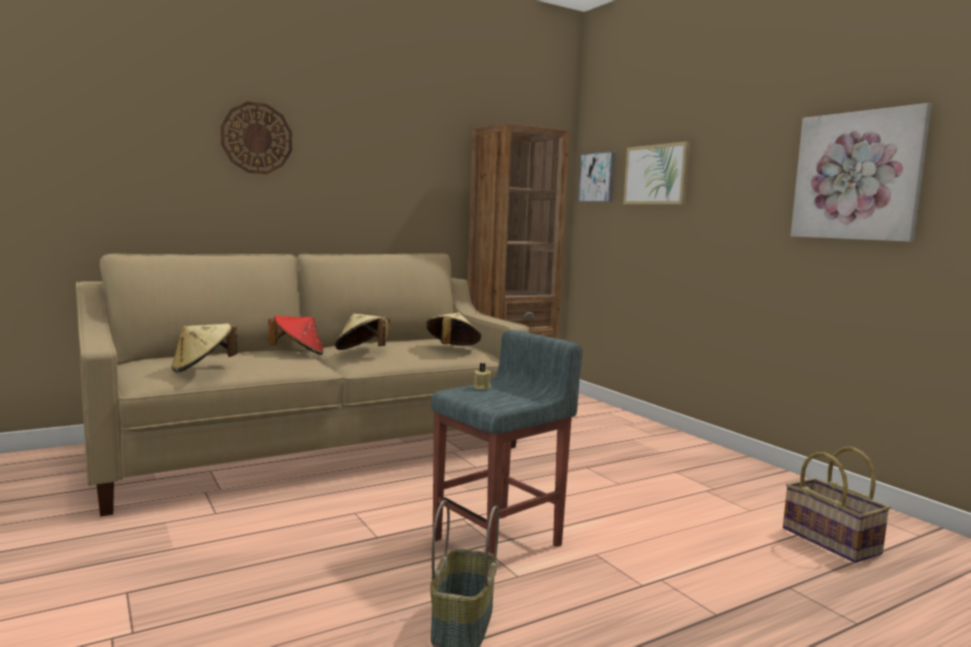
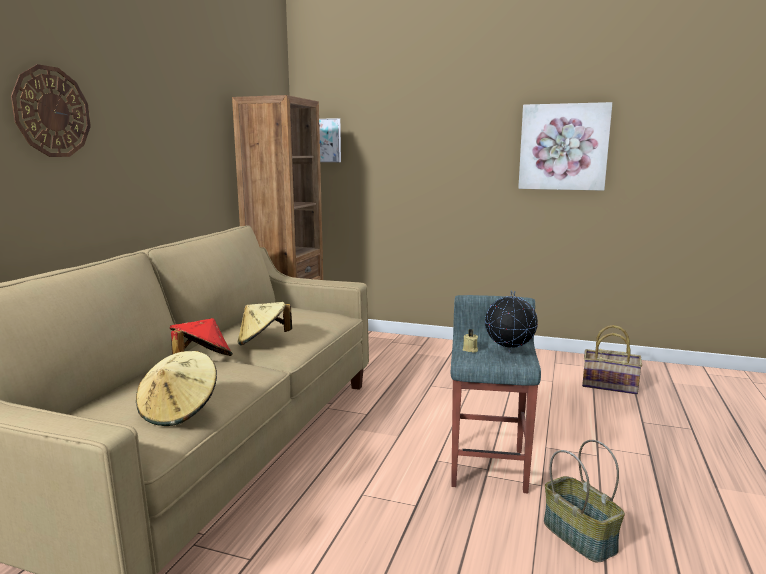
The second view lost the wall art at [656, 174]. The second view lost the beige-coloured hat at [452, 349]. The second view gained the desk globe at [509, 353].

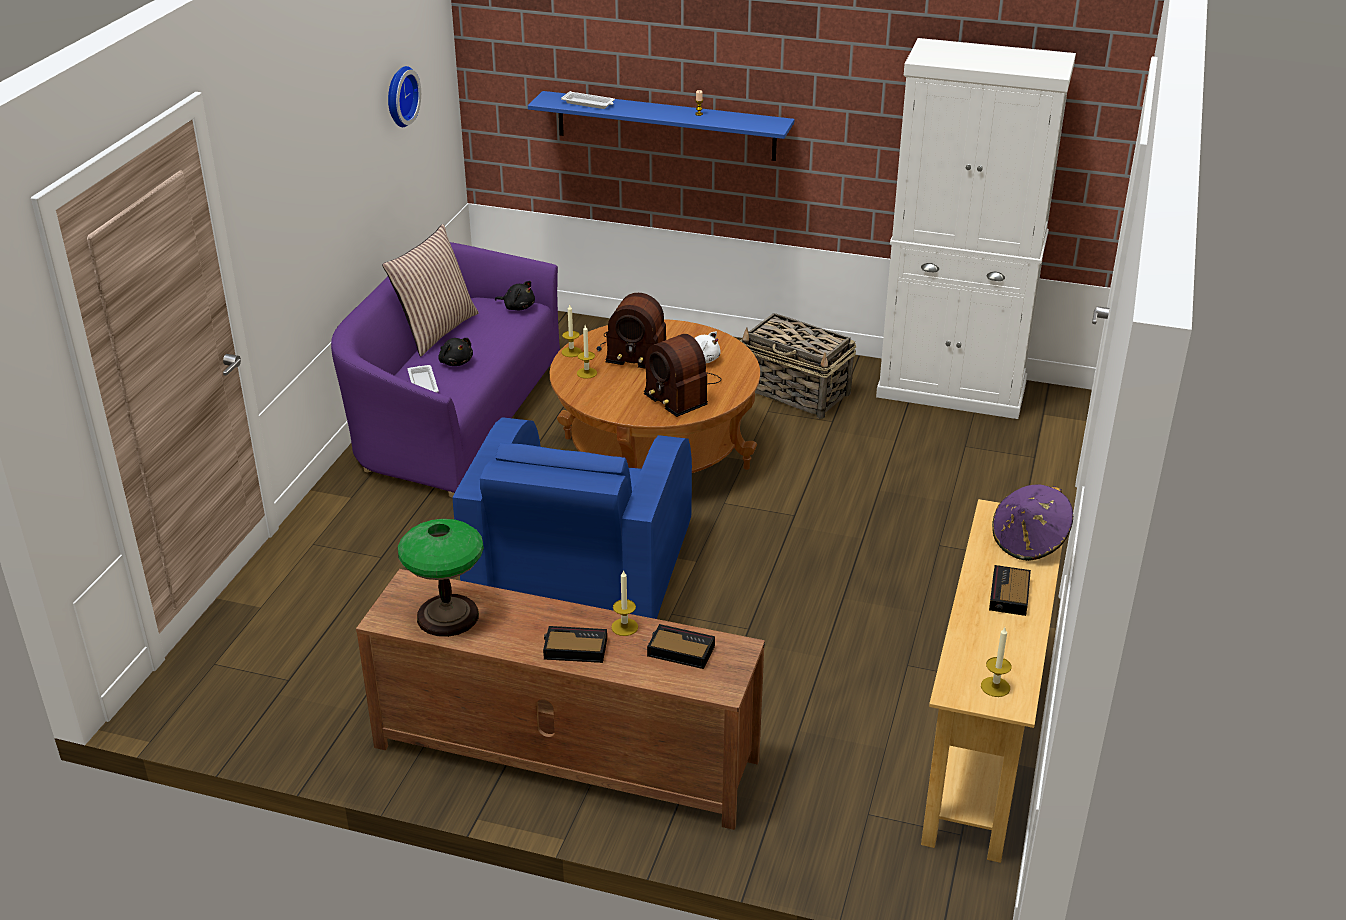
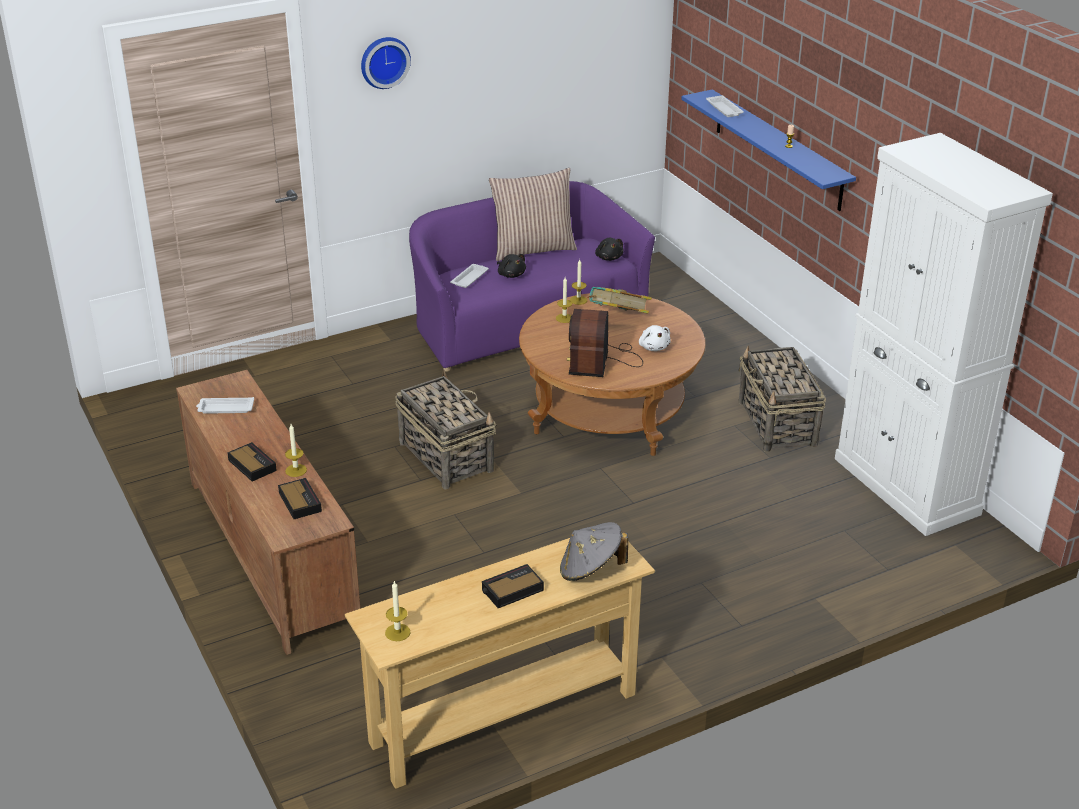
The hanging clock ended up elsewhere, having gone from [399, 96] to [384, 61]. Where the radio receiver stood at [631, 351], the book came to stand at [618, 318]. The black plush toy at [455, 362] ended up facing another way, 45 degrees counterclockwise from before. Where the blue lounge chair stood at [580, 570], the basket came to stand at [445, 456]. What was the purple hat at [1029, 542] turned into the grey hat at [590, 570]. Where the tabletop lamp stood at [448, 616], the white-coloured serving tray came to stand at [225, 408].

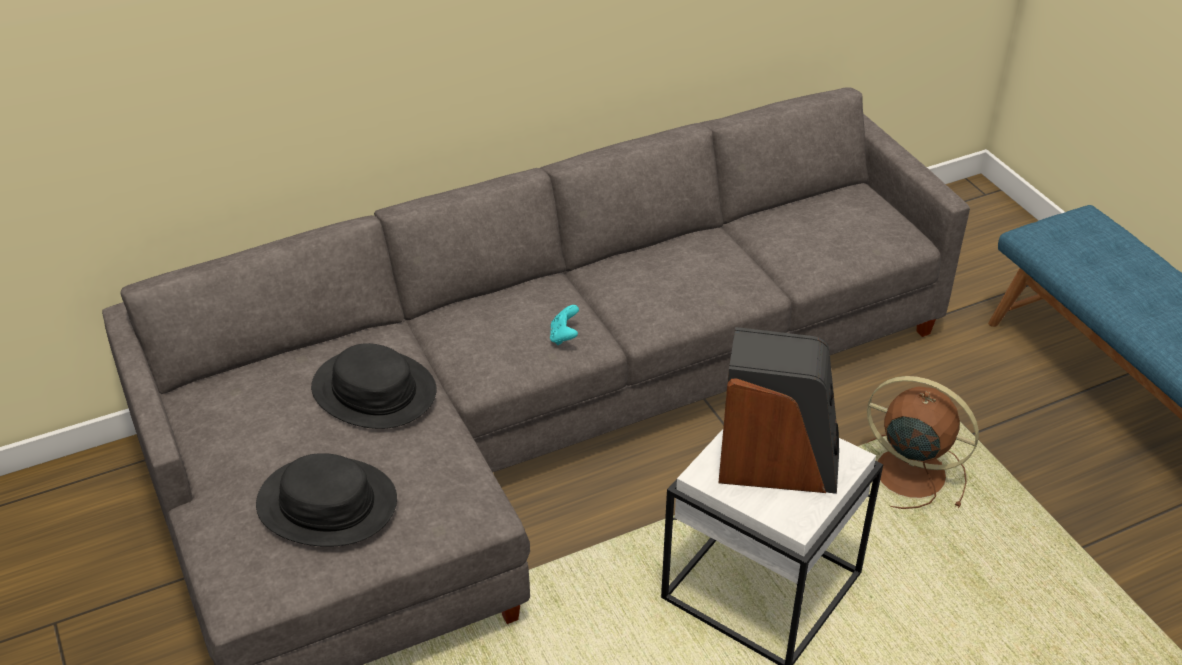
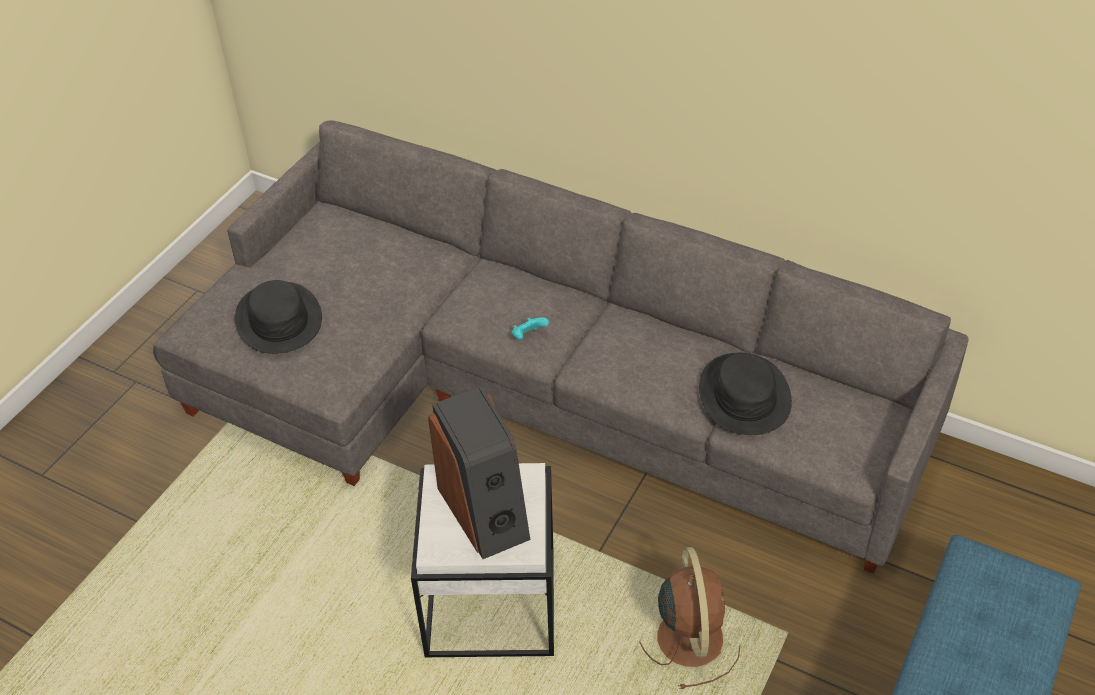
The black hat ended up elsewhere, having gone from [374, 391] to [744, 395].

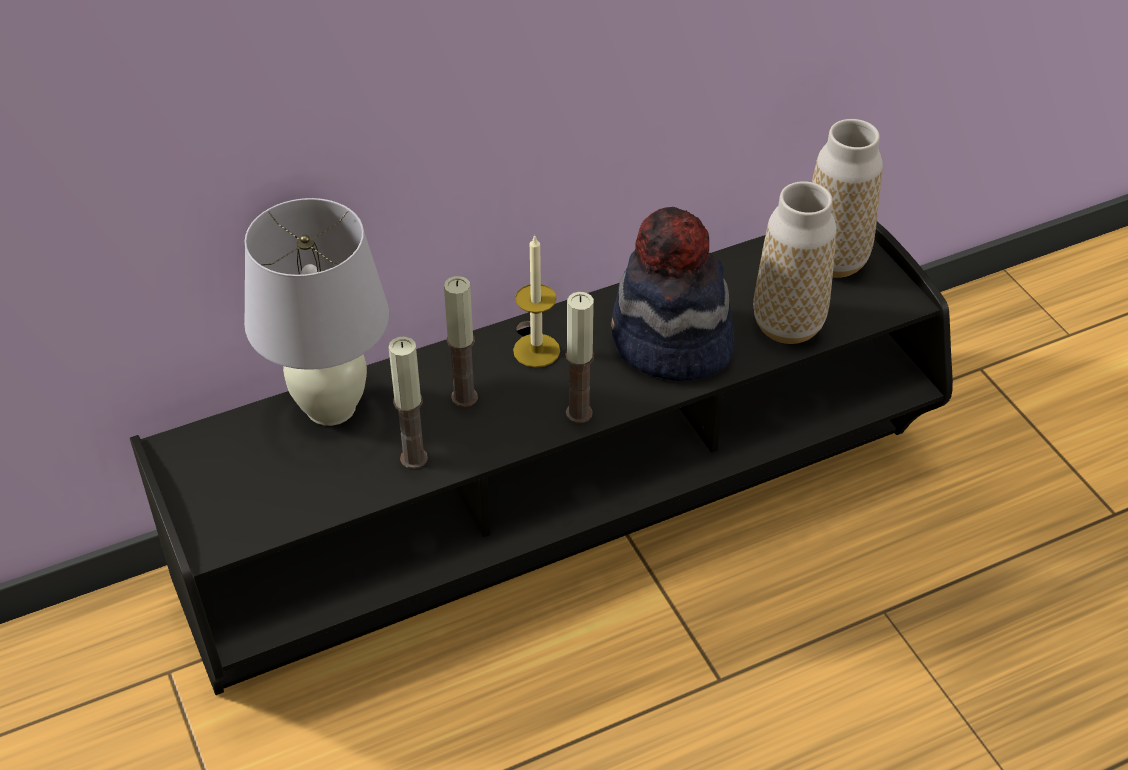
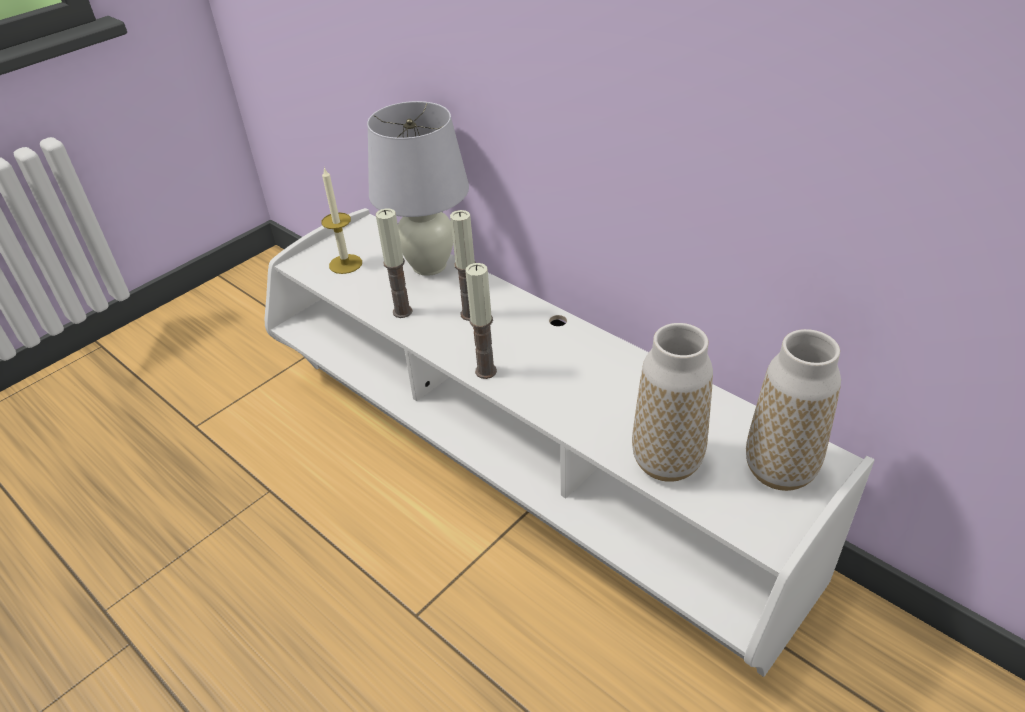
The second view lost the hat at [670, 343]. What was the black tv unit at [565, 521] turned into the white-coloured tv unit at [521, 471]. The wax light ended up elsewhere, having gone from [536, 350] to [345, 264].

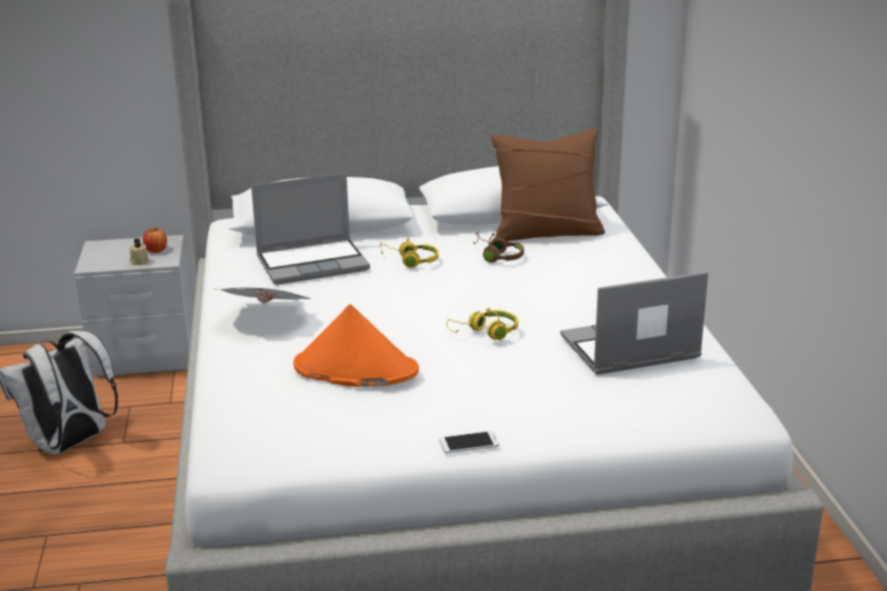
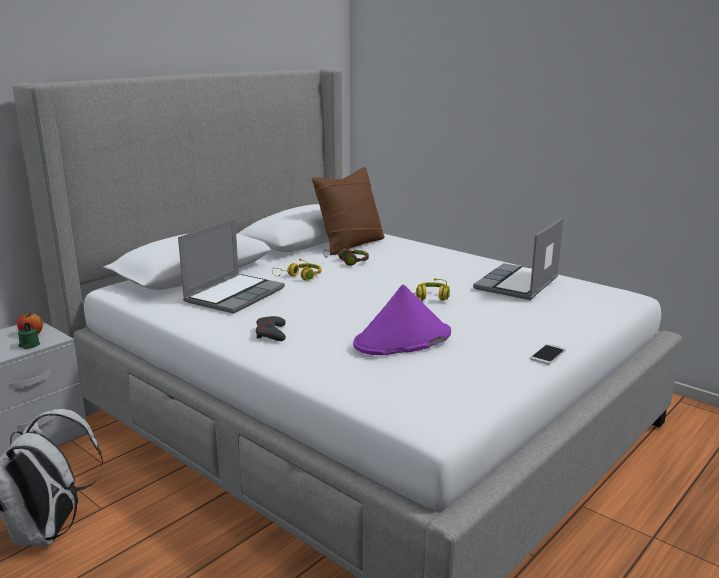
What was the beige-coloured wax light at [139, 262] turned into the green-coloured wax light at [29, 345]. Where the printed paper stood at [268, 318], the grey joypad came to stand at [271, 333]. What was the orange-coloured hat at [355, 369] turned into the purple hat at [402, 340].

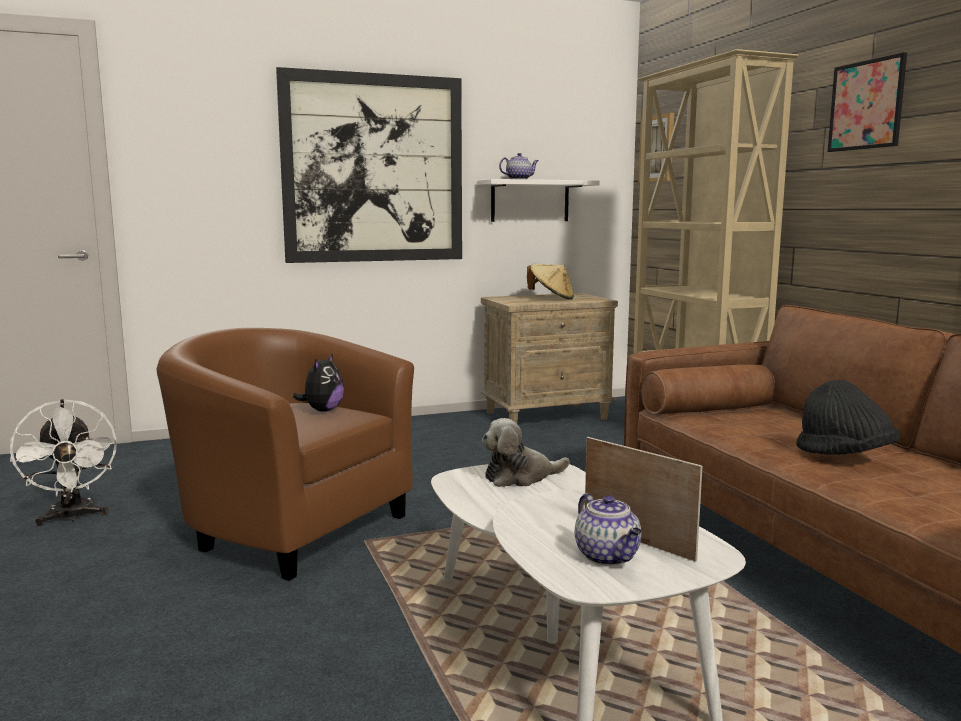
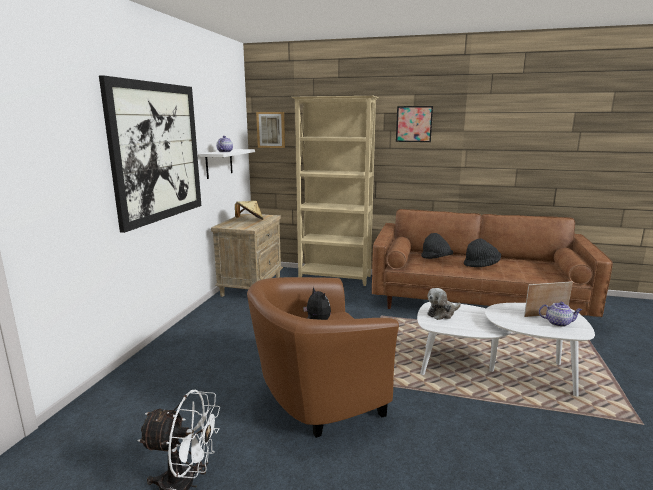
The plush toy at [520, 477] ended up facing another way, 45 degrees clockwise from before. The second view gained the black hat at [436, 259].

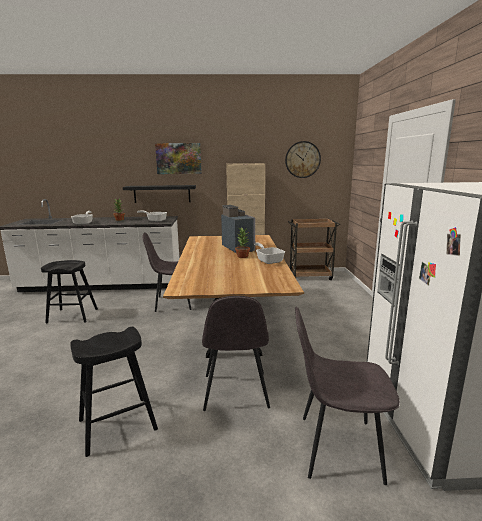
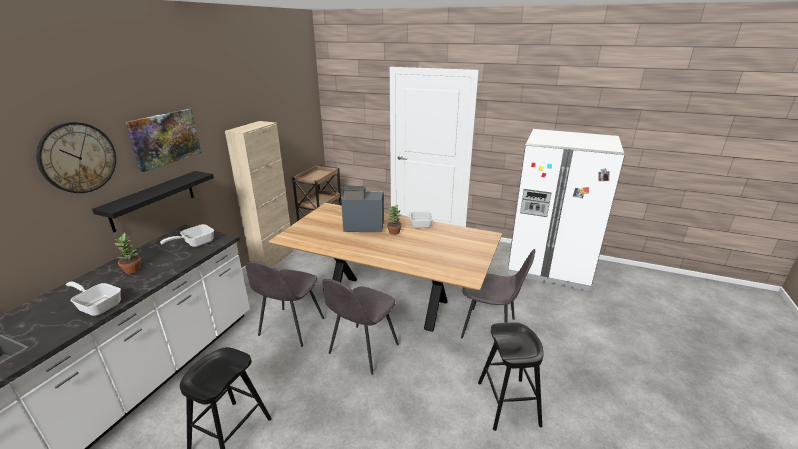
The hanging clock ended up elsewhere, having gone from [302, 159] to [78, 158]. The grey upright chair ended up elsewhere, having gone from [336, 447] to [362, 350].

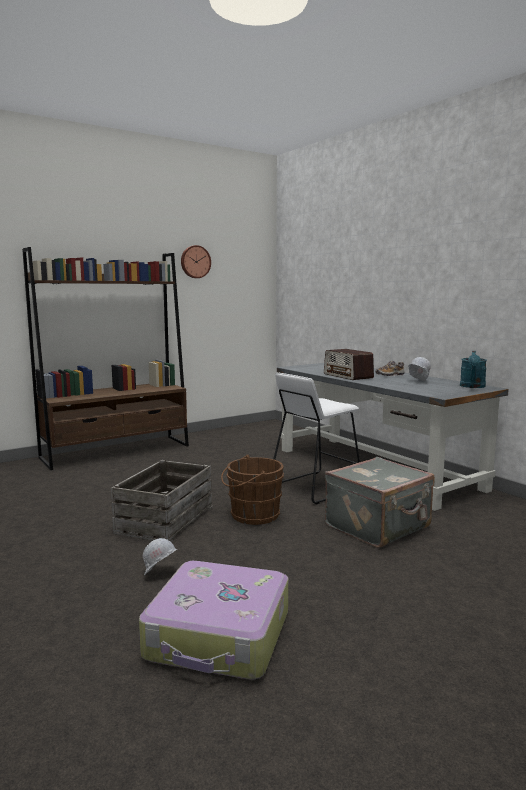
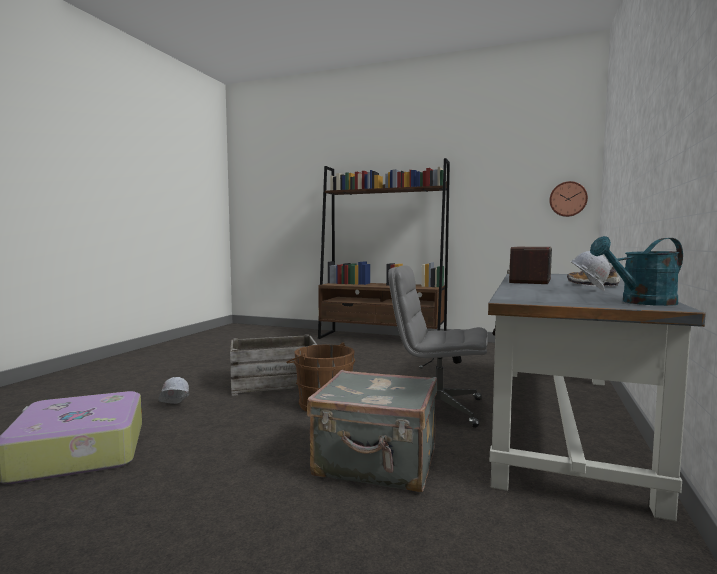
The hanging clock ended up elsewhere, having gone from [195, 262] to [568, 199]. Where the white-coloured sitting stool stood at [315, 487], the grey computer chair came to stand at [437, 408].

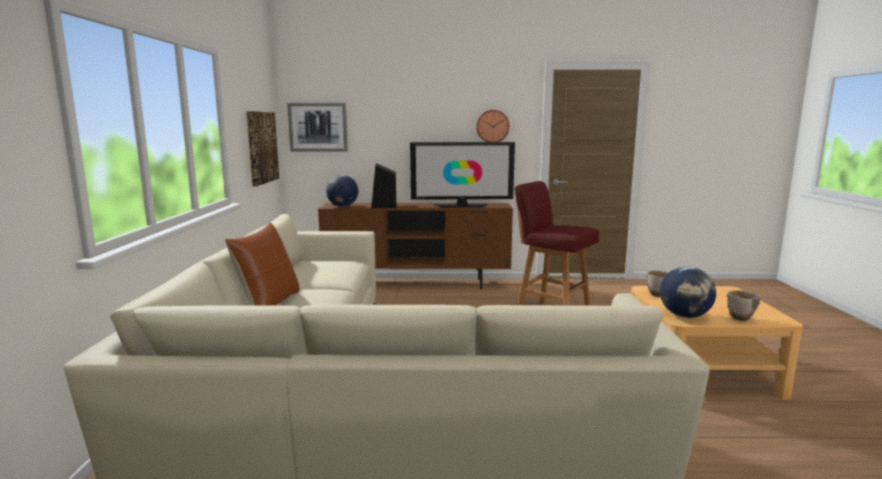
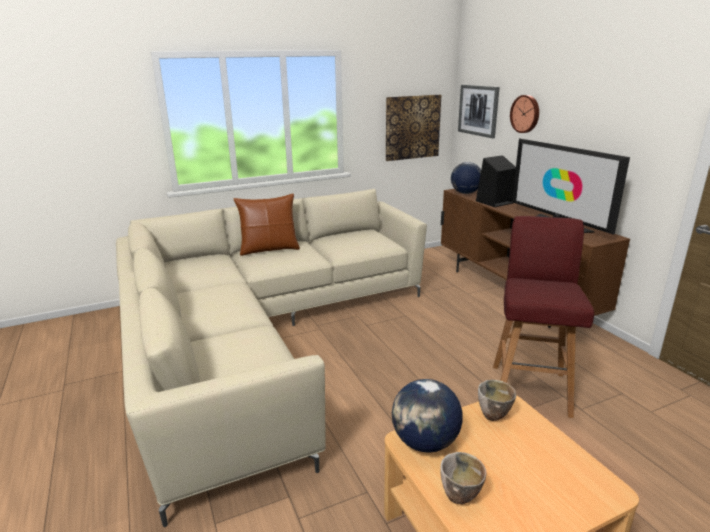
The hanging clock ended up elsewhere, having gone from [492, 126] to [525, 114].

